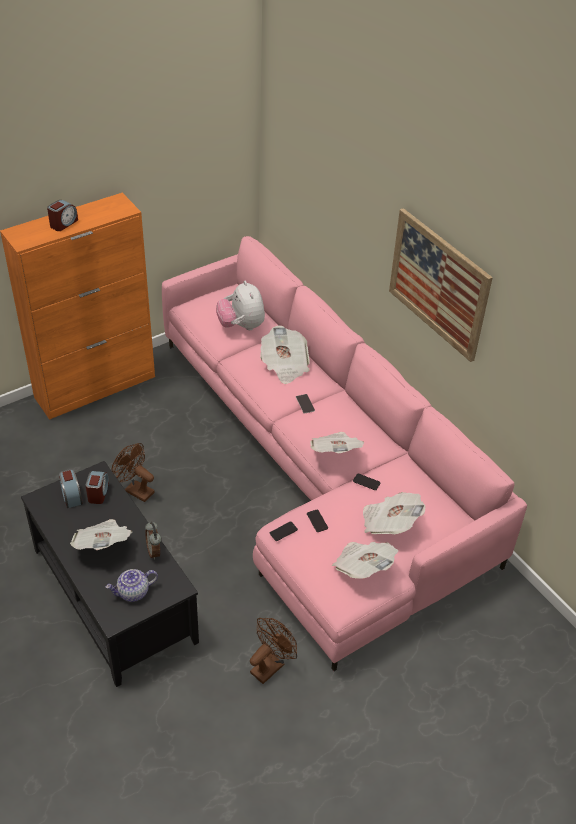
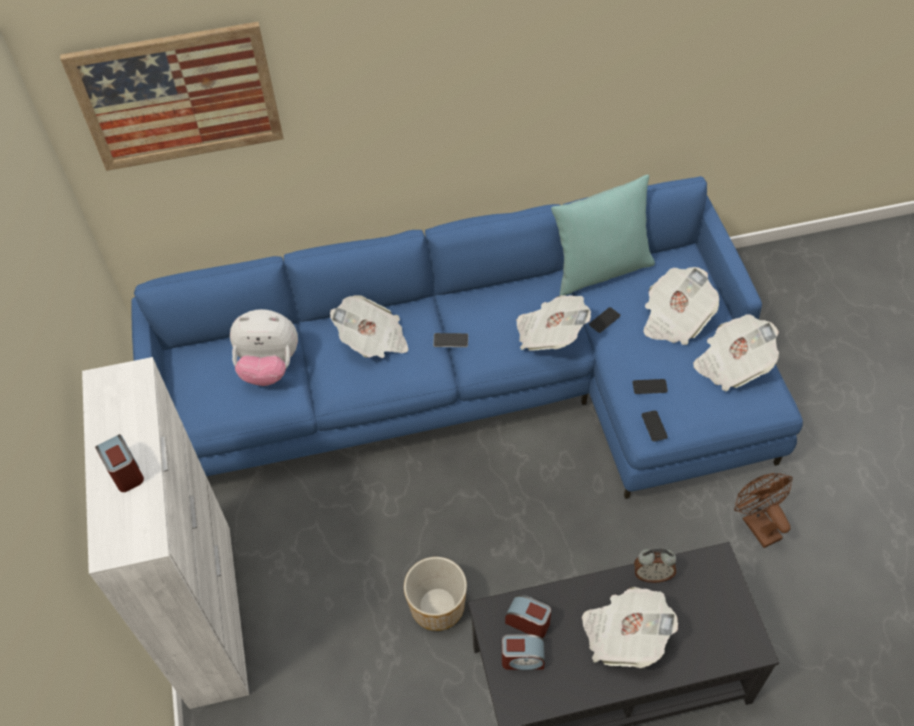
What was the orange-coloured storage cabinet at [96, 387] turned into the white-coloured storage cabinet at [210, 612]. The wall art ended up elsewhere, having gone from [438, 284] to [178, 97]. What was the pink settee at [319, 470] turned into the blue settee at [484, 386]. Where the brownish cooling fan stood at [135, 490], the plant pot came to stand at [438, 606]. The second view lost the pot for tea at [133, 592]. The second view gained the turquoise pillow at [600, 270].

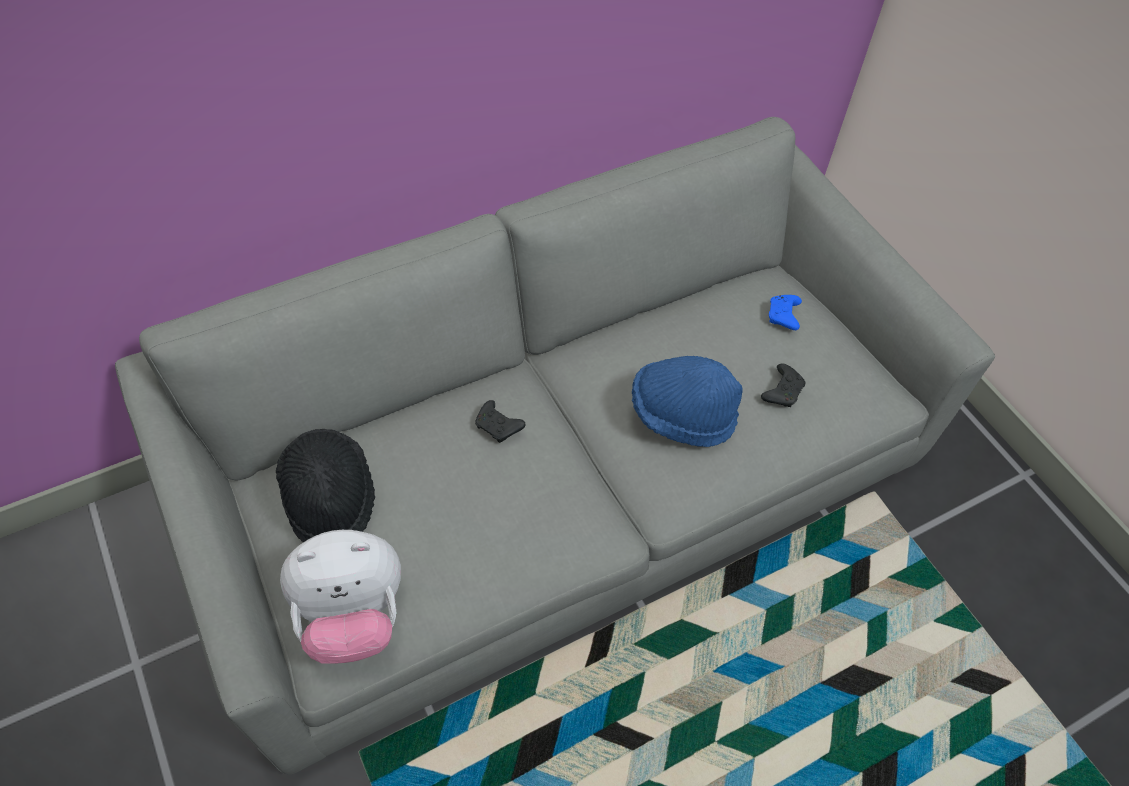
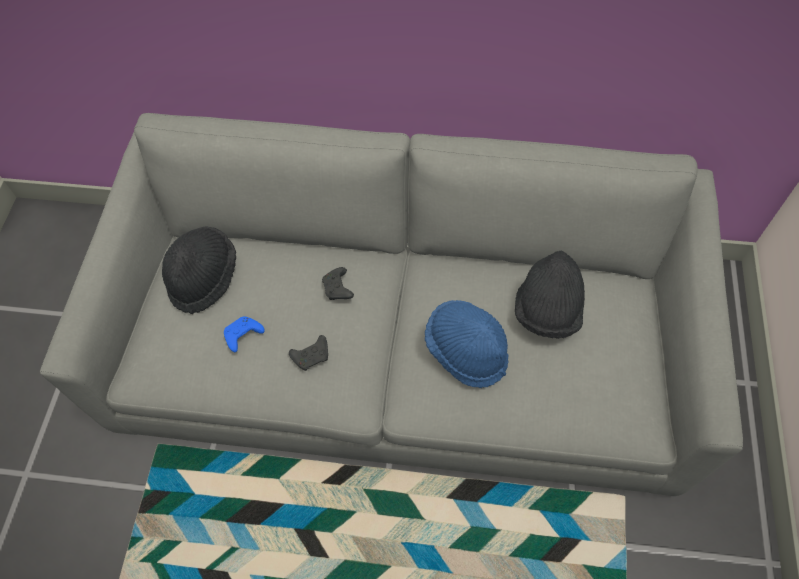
The blue joypad ended up elsewhere, having gone from [783, 317] to [242, 336]. The black joypad ended up elsewhere, having gone from [782, 391] to [312, 356]. The second view lost the plush toy at [352, 616]. The second view gained the black hat at [547, 310].

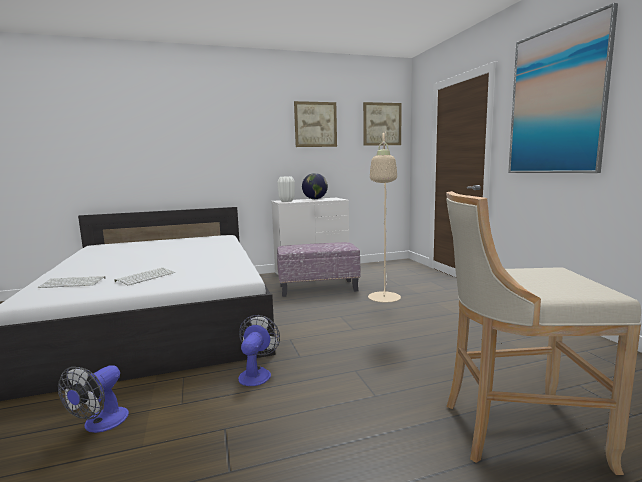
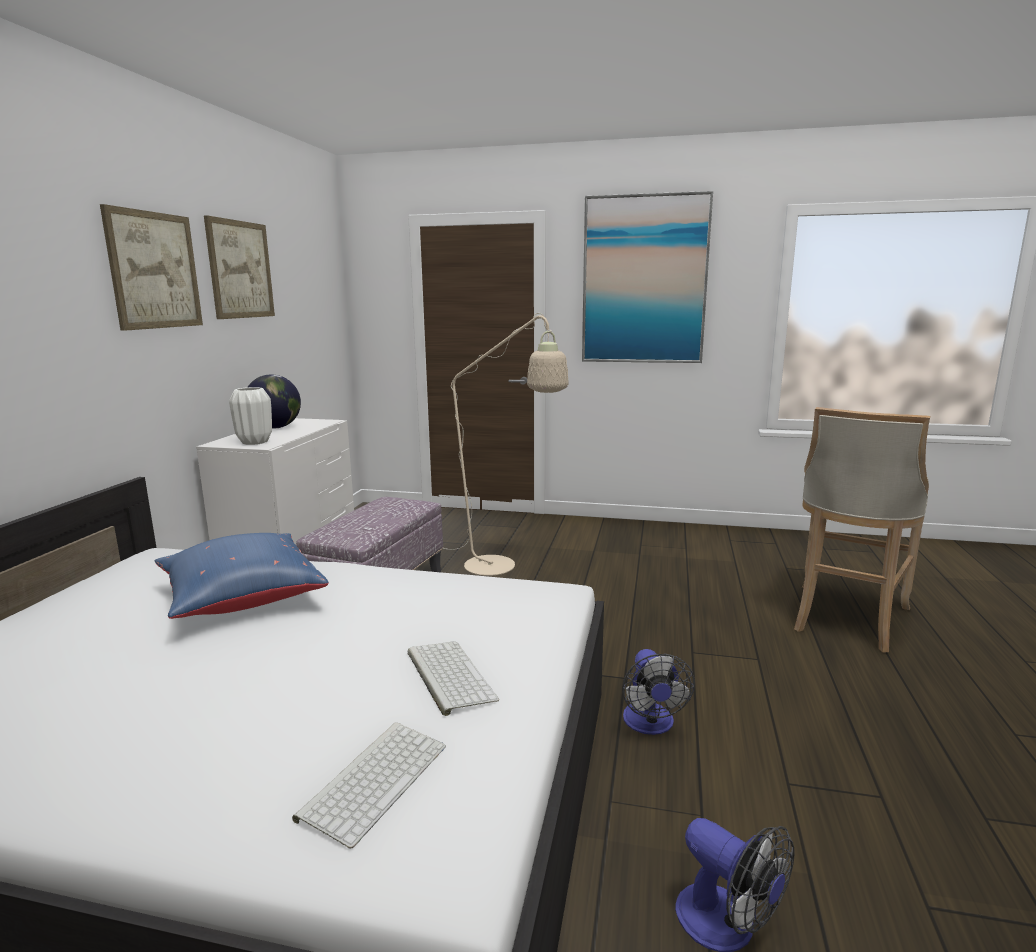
The wall art ended up elsewhere, having gone from [382, 124] to [154, 270]. The cooling fan at [256, 373] ended up facing another way, 135 degrees counterclockwise from before. The second view gained the blue pillow at [241, 599].

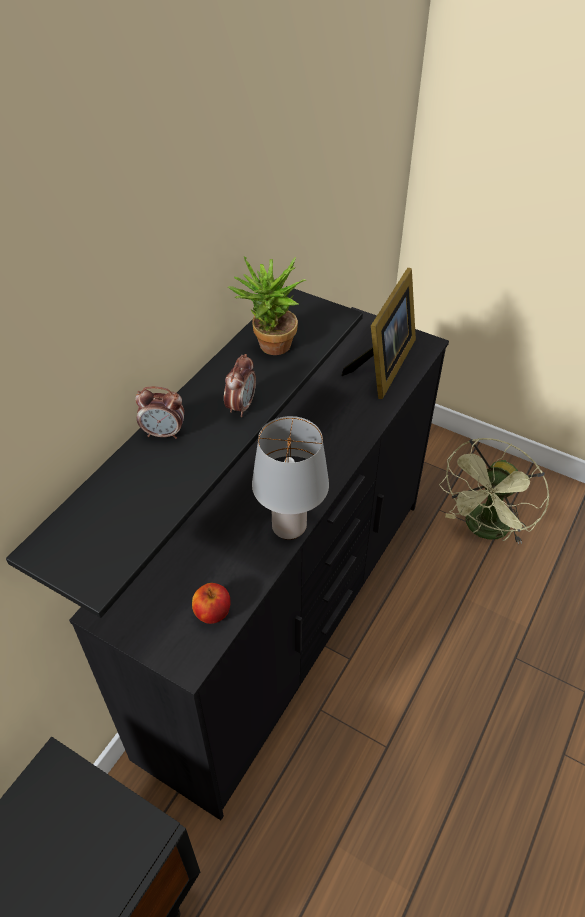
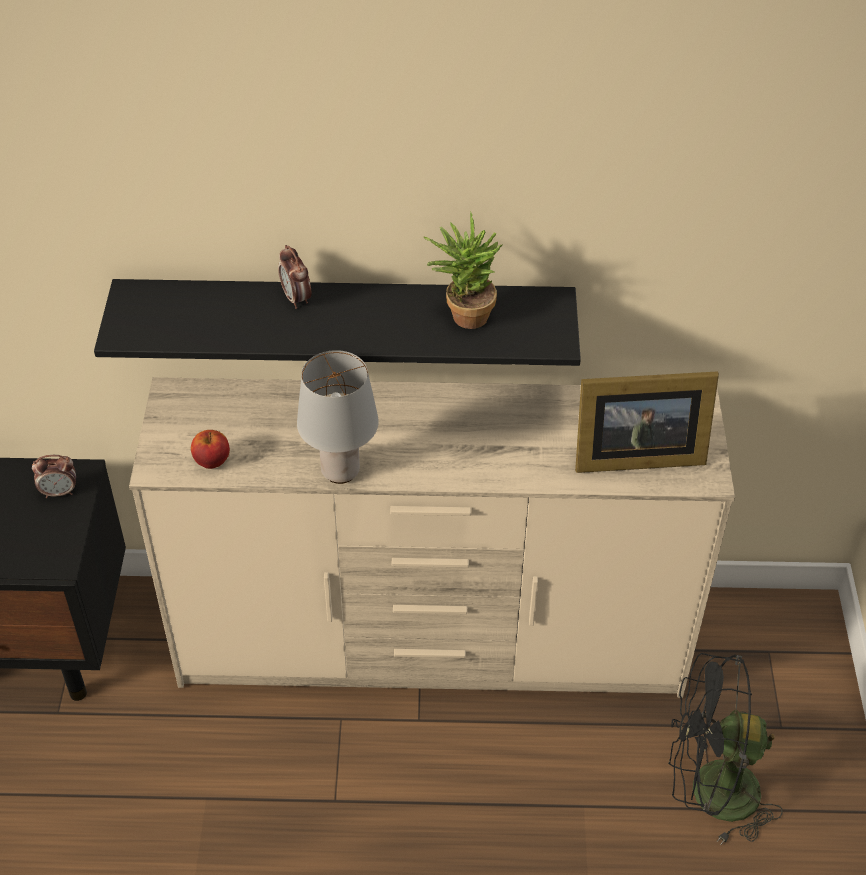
What was the black chest of drawers at [293, 619] turned into the beige-coloured chest of drawers at [433, 643]. The bedside clock ended up elsewhere, having gone from [241, 406] to [59, 492]. What was the green-coloured cooling fan at [484, 530] turned into the black cooling fan at [709, 792].

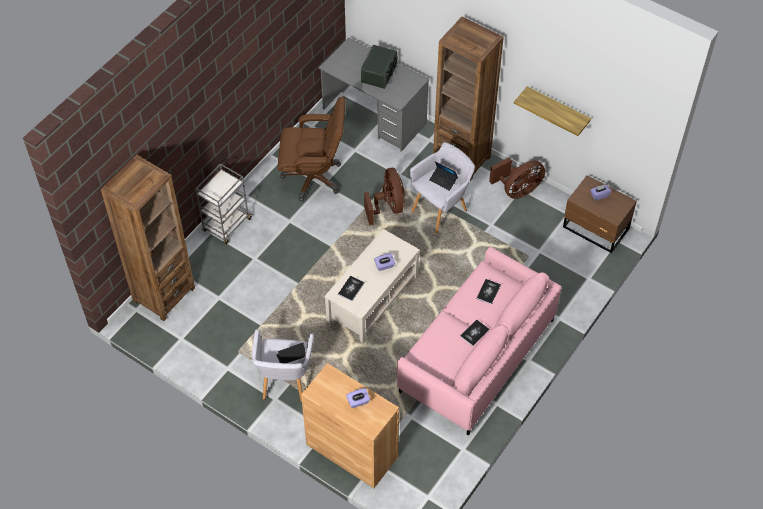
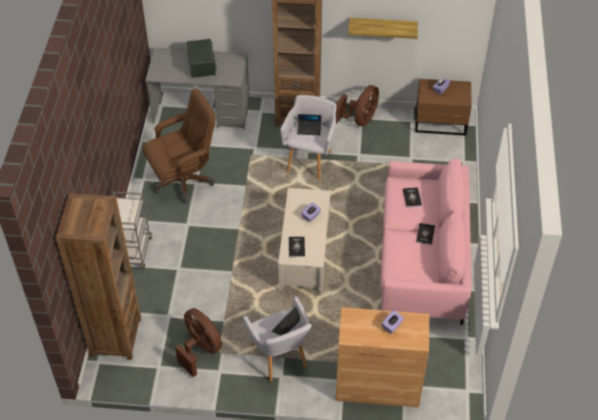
The brownish cooling fan ended up elsewhere, having gone from [388, 207] to [200, 349].

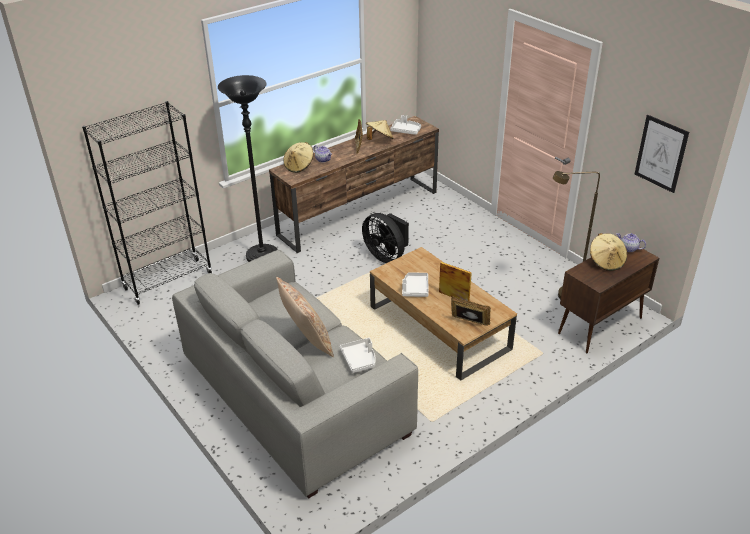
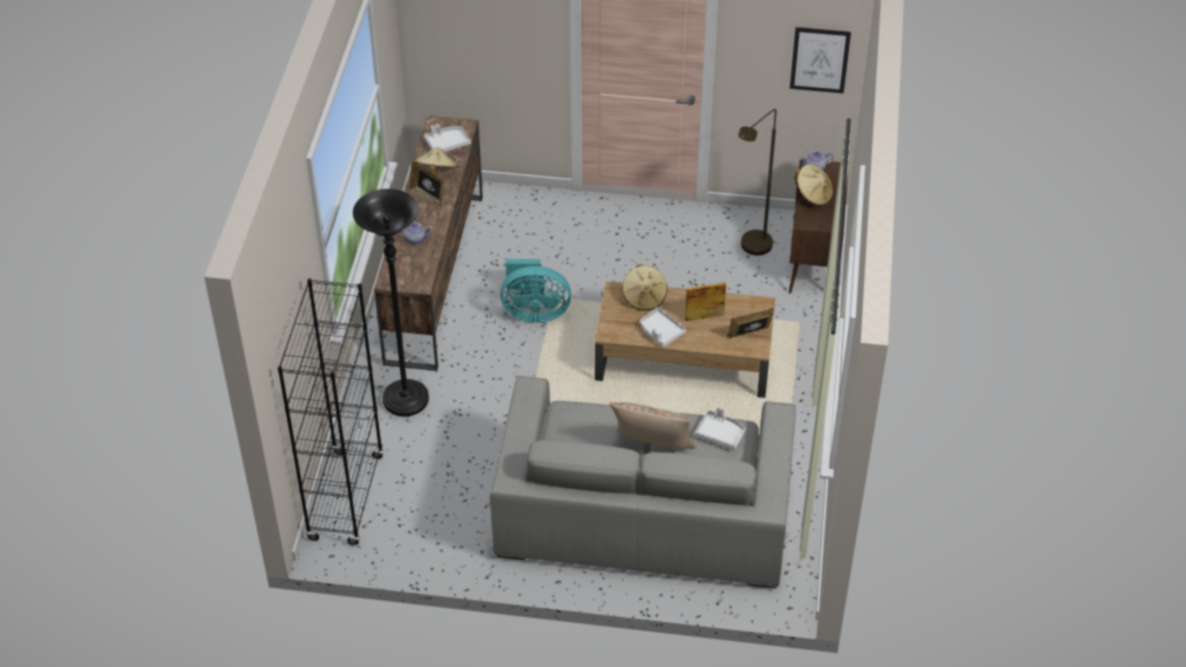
The beige-coloured hat ended up elsewhere, having gone from [299, 166] to [644, 298]. What was the black cooling fan at [386, 255] turned into the turquoise cooling fan at [534, 312].

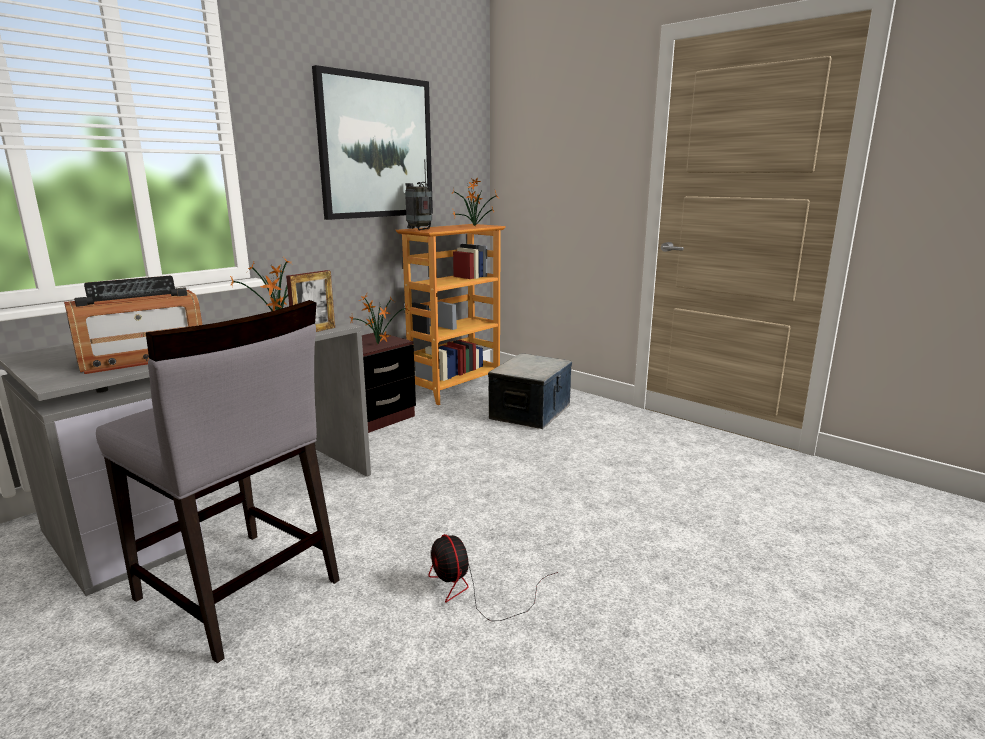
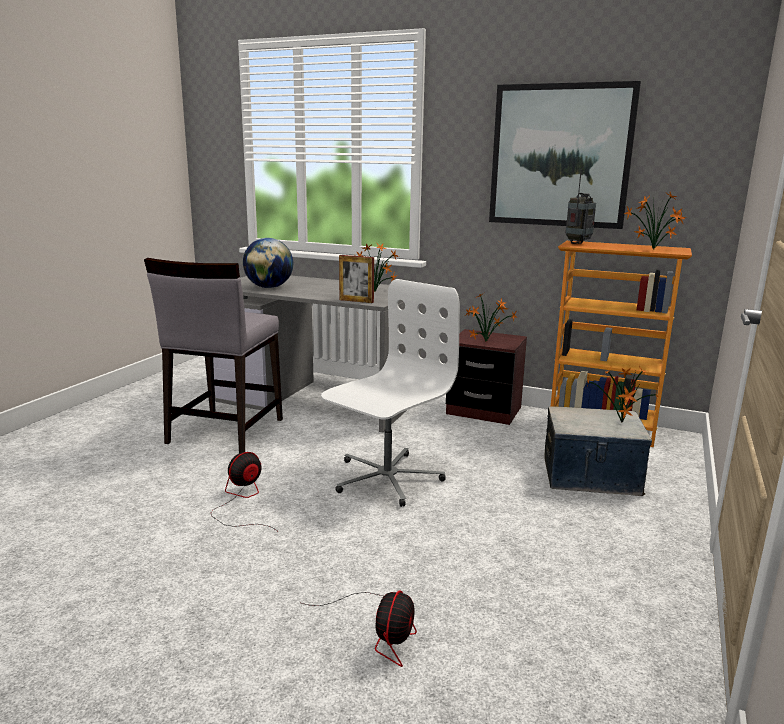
Where the radio receiver stood at [143, 358], the desk globe came to stand at [269, 287]. The second view gained the white-coloured computer chair at [386, 478]. The second view gained the plant in a pot at [621, 423]. The second view gained the cooling fan at [381, 631].

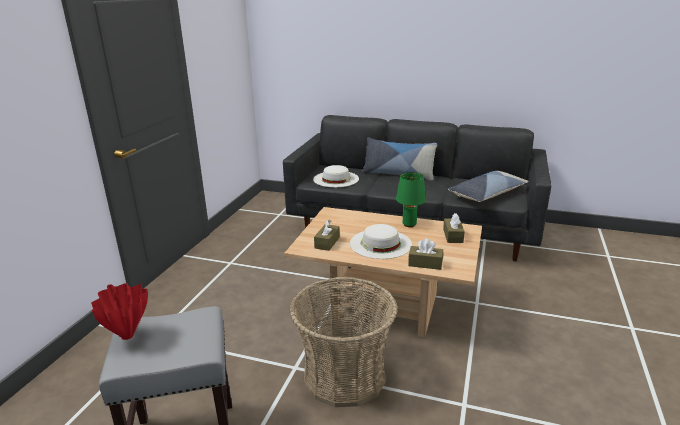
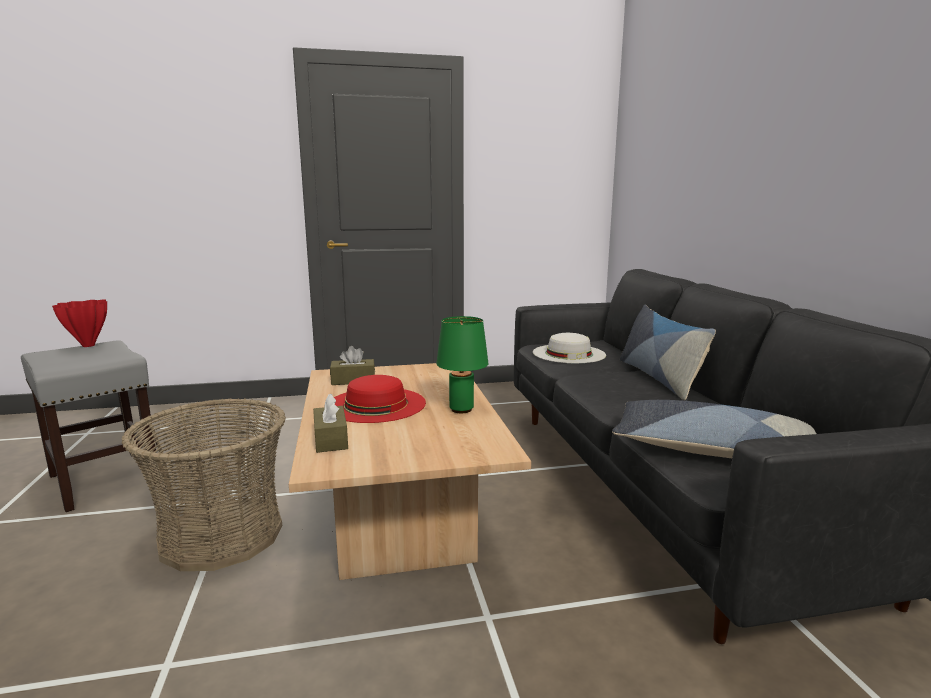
The second view lost the brownish box of tissues at [453, 236]. What was the white-coloured hat at [380, 243] turned into the red hat at [375, 404].

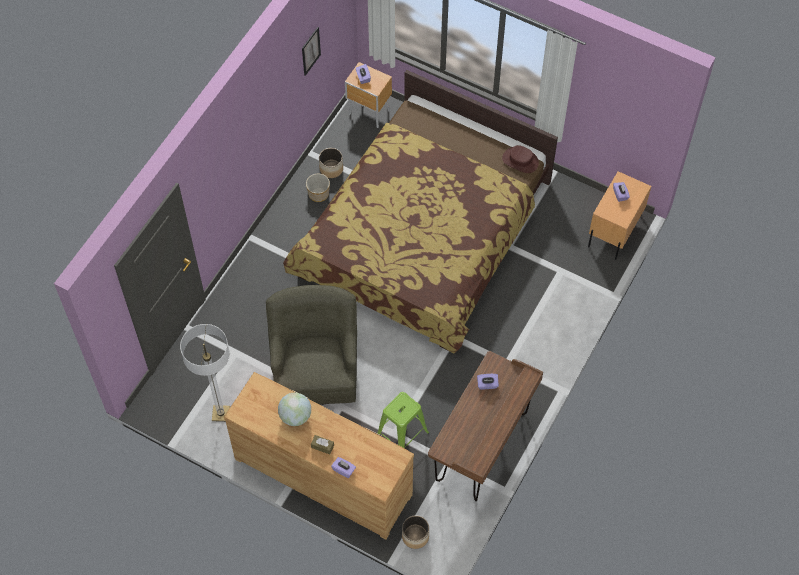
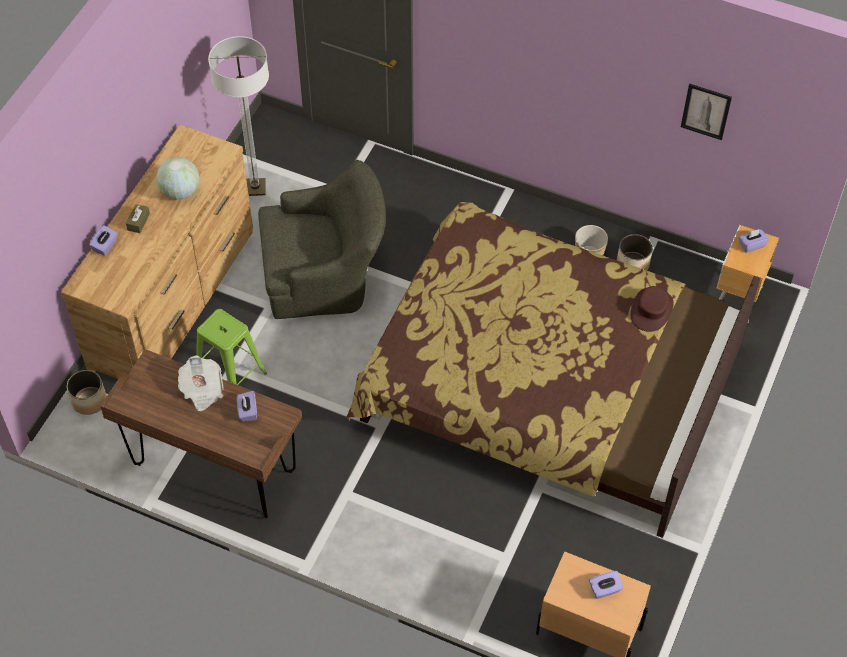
The brownish hat ended up elsewhere, having gone from [520, 160] to [651, 310]. The second view gained the printed paper at [202, 390].

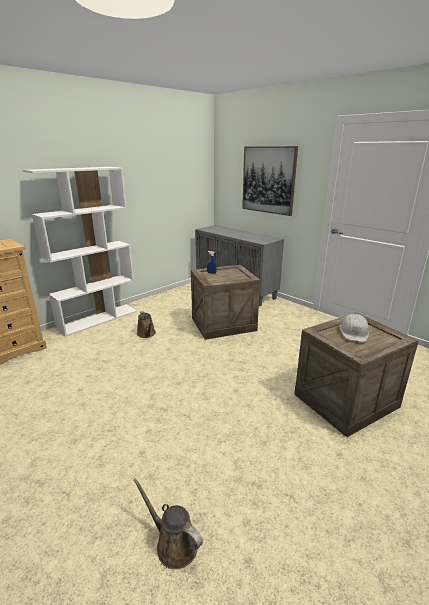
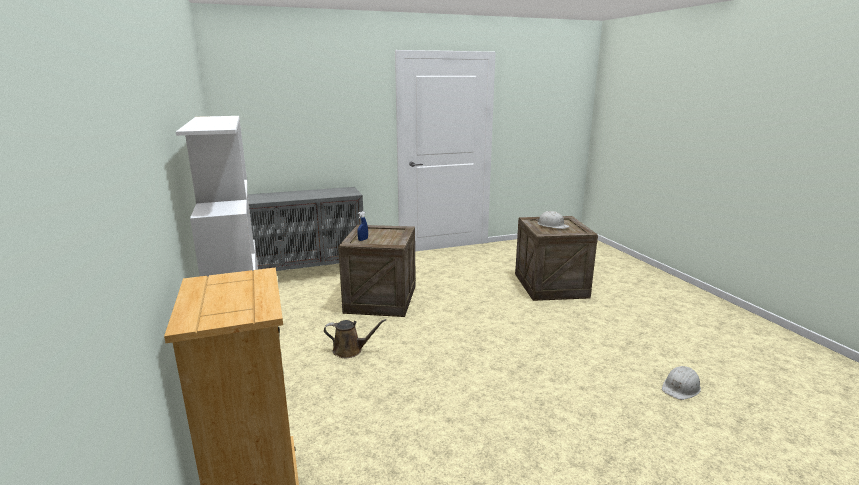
The second view lost the wall art at [268, 180]. Where the brownish watering pot stood at [173, 543], the white-coloured work helmet came to stand at [681, 387].

